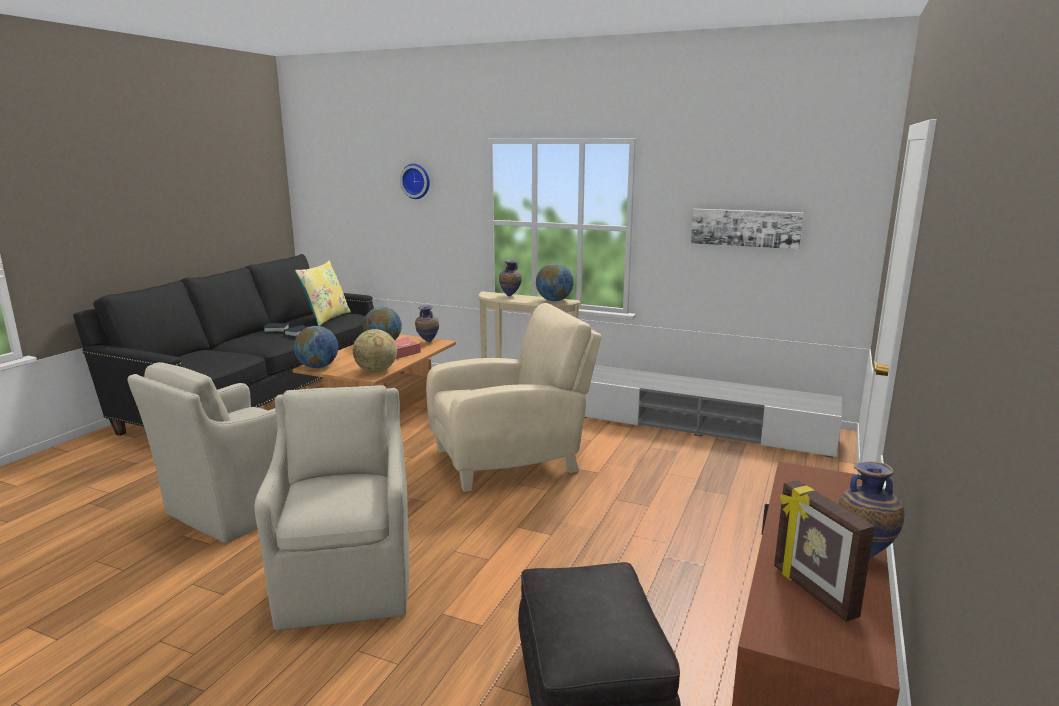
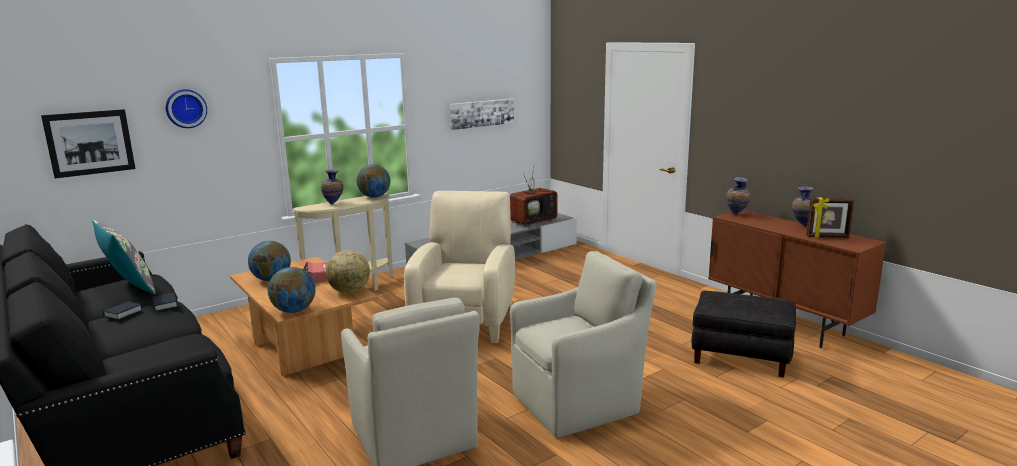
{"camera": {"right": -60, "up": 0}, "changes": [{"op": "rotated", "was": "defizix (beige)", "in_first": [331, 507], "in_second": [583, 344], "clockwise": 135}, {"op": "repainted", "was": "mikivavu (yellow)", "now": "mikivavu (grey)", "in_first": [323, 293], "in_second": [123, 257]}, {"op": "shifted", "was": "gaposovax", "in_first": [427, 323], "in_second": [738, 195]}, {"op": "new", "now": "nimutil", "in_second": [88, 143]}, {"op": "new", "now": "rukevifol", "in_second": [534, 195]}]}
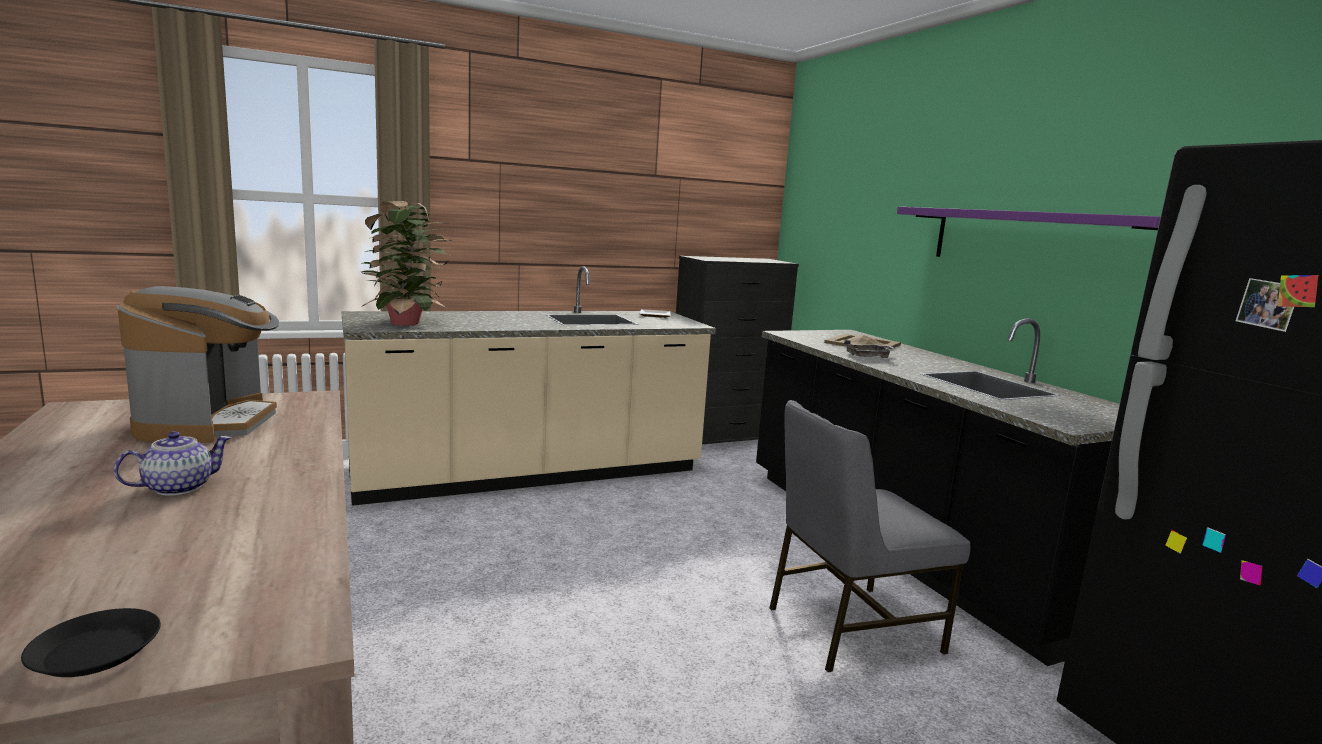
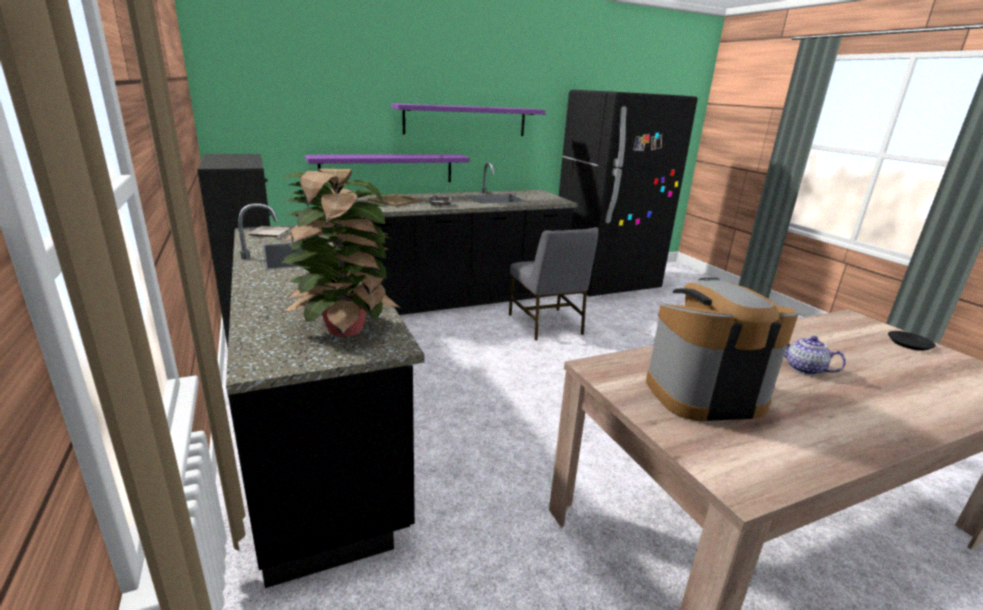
{"camera": {"right": -90, "up": 10}, "changes": [{"op": "repainted", "was": "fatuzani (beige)", "now": "fatuzani (black)", "in_first": [529, 386], "in_second": [325, 395]}, {"op": "new", "now": "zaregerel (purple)", "in_second": [387, 168]}]}
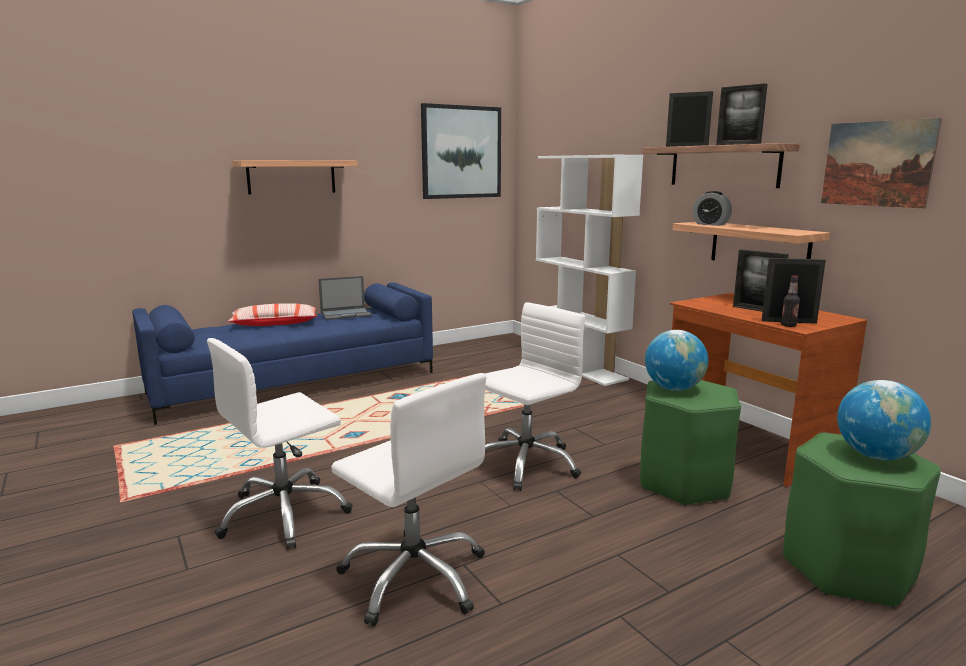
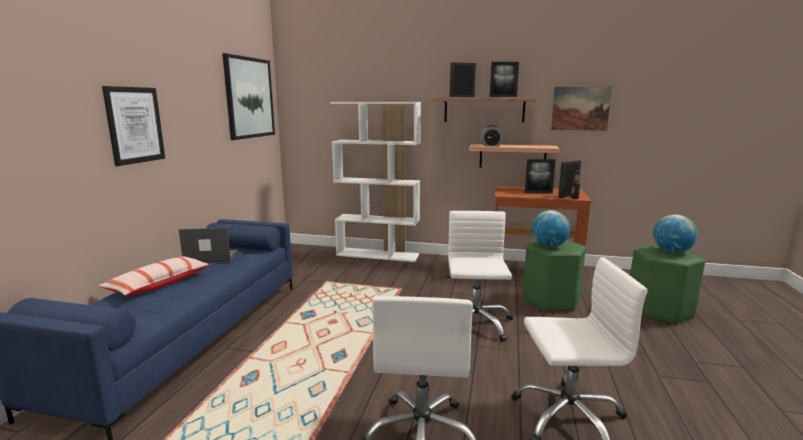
{"camera": {"right": -45, "up": 0}, "changes": [{"op": "swapped", "was": "zaregerel", "now": "nimutil", "in_first": [295, 177], "in_second": [133, 126]}, {"op": "rotated", "was": "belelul", "in_first": [345, 298], "in_second": [208, 245], "clockwise": -120}]}
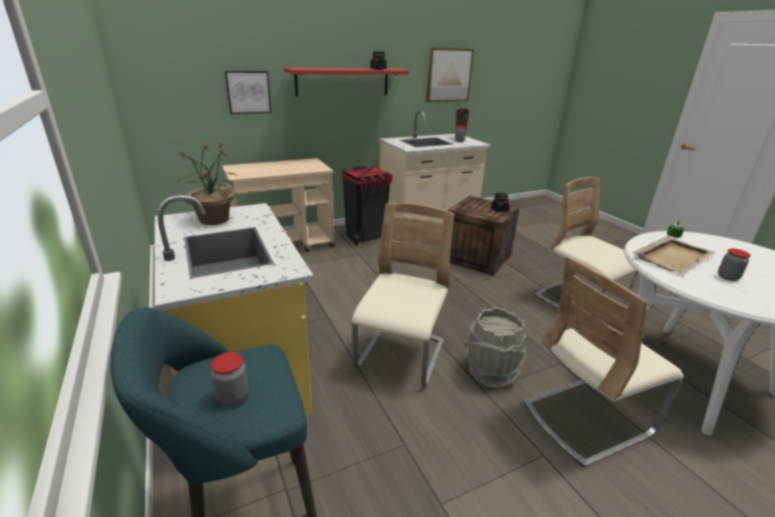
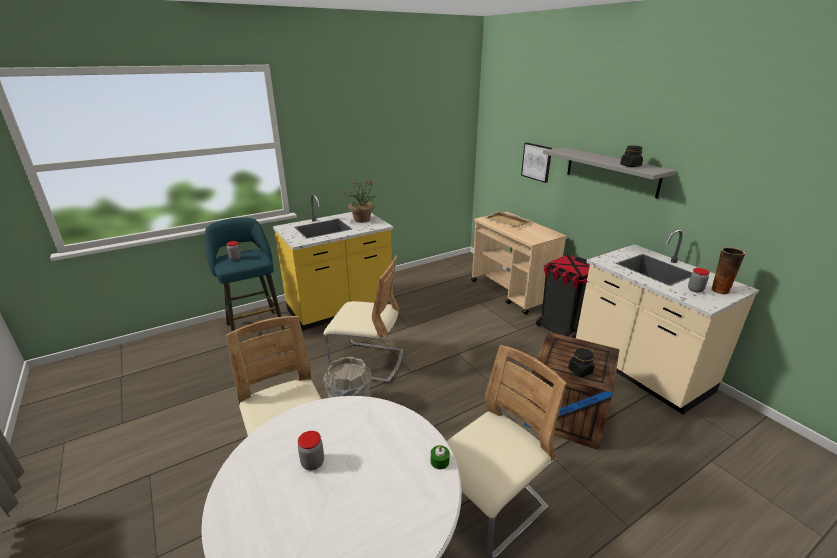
{"camera": {"right": 85, "up": 0}, "changes": [{"op": "repainted", "was": "zaregerel (red)", "now": "zaregerel (grey)", "in_first": [346, 82], "in_second": [609, 172]}, {"op": "gone", "was": "nimutil", "in_first": [450, 75]}, {"op": "shifted", "was": "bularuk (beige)", "in_first": [674, 255], "in_second": [507, 219]}]}
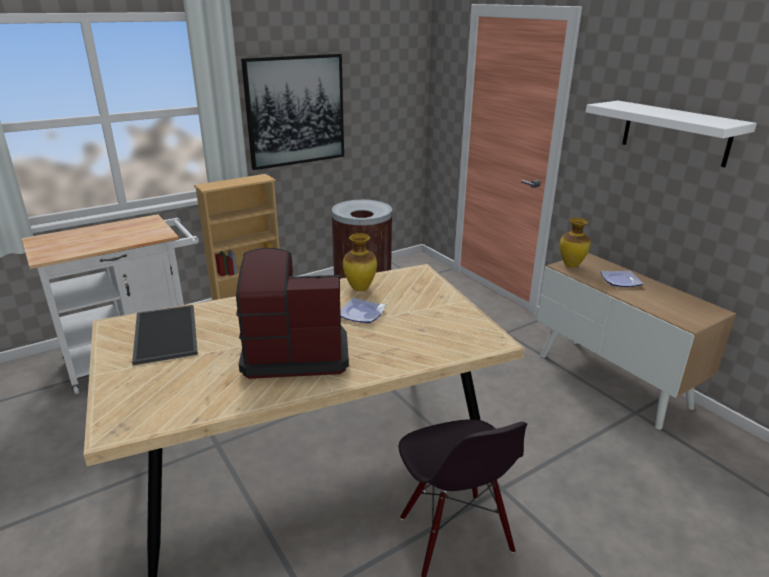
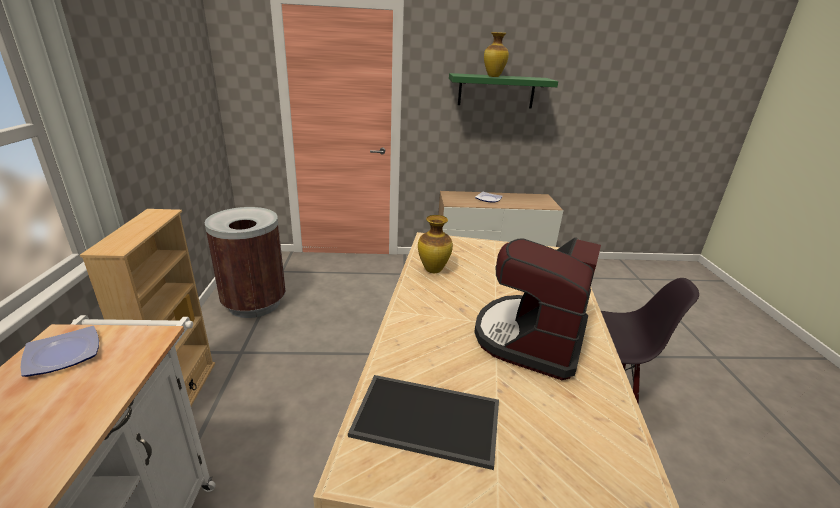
{"camera": {"right": -60, "up": 0}, "changes": [{"op": "gone", "was": "nimutil", "in_first": [292, 112]}, {"op": "shifted", "was": "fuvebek", "in_first": [363, 310], "in_second": [60, 351]}, {"op": "shifted", "was": "gaposovax", "in_first": [575, 242], "in_second": [496, 54]}, {"op": "repainted", "was": "zaregerel (white)", "now": "zaregerel (green)", "in_first": [671, 134], "in_second": [503, 91]}]}
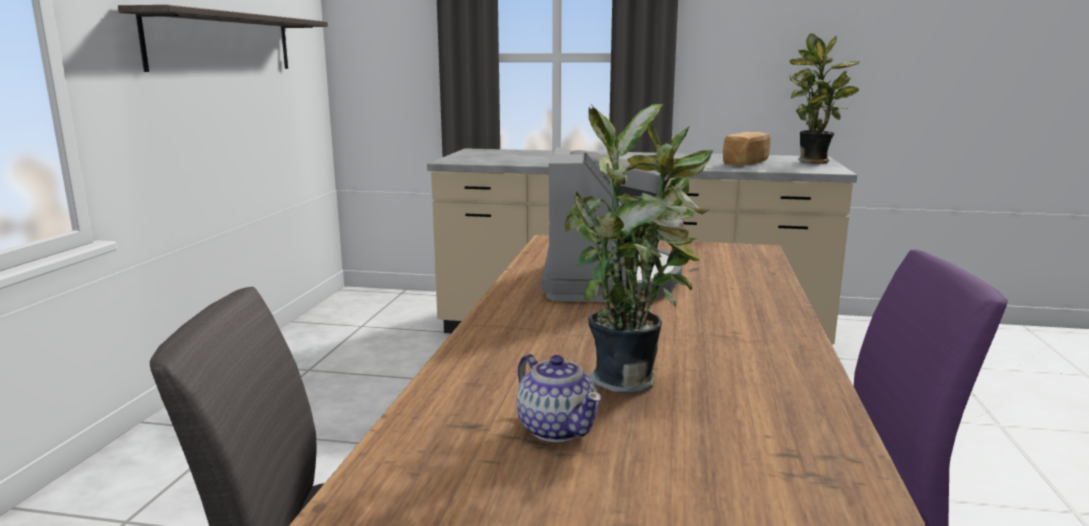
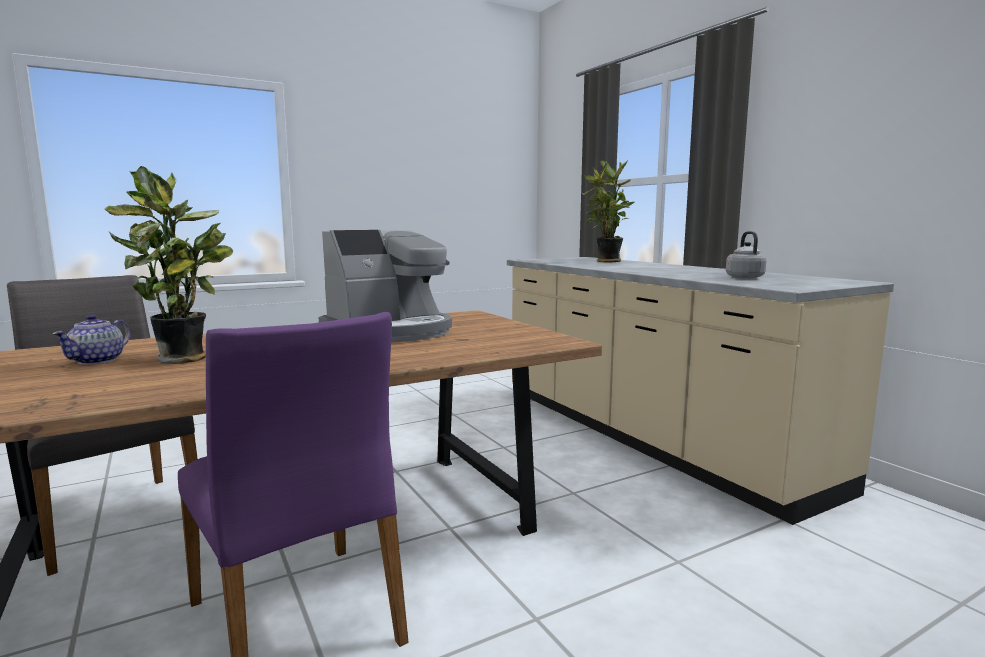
{"camera": {"right": 50, "up": -5}, "changes": [{"op": "gone", "was": "zaregerel", "in_first": [223, 38]}, {"op": "swapped", "was": "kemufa", "now": "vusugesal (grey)", "in_first": [747, 148], "in_second": [746, 255]}, {"op": "shifted", "was": "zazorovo", "in_first": [824, 99], "in_second": [608, 211]}]}
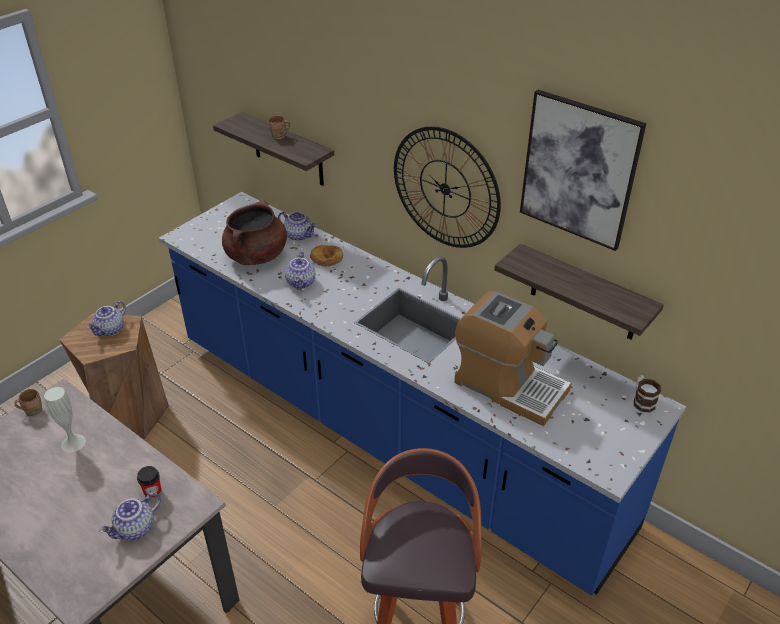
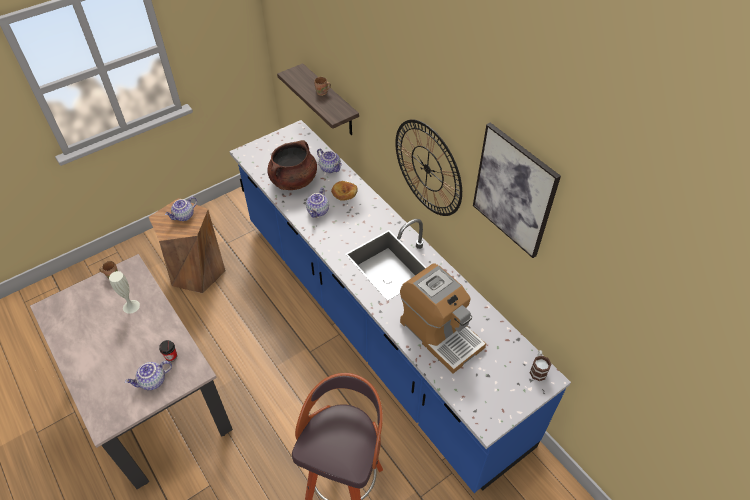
{"camera": {"right": 15, "up": 10}, "changes": [{"op": "gone", "was": "zaregerel", "in_first": [579, 292]}]}
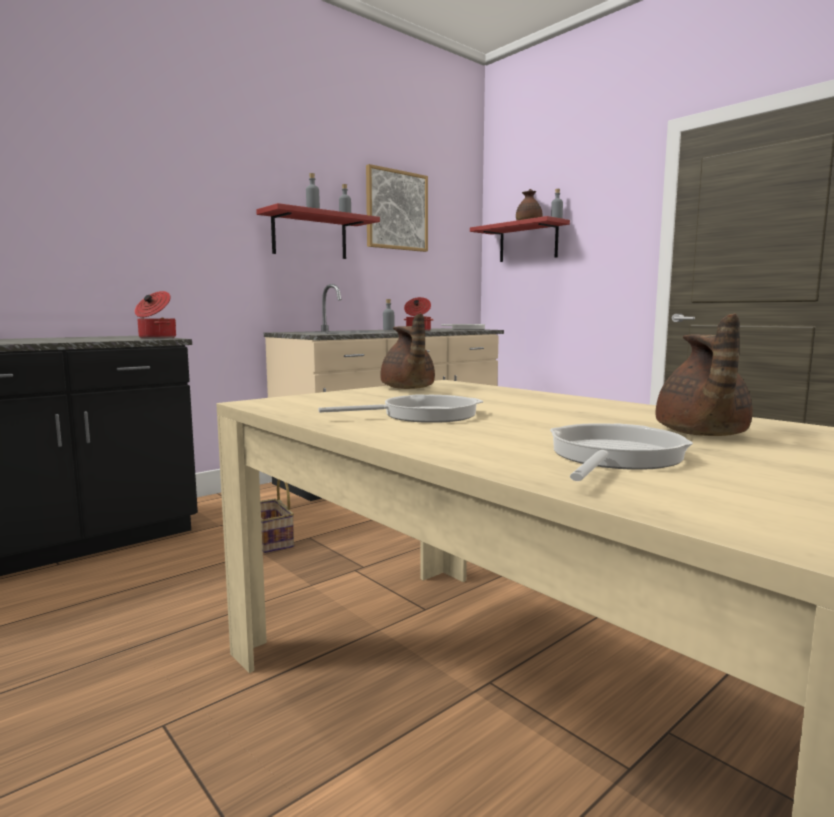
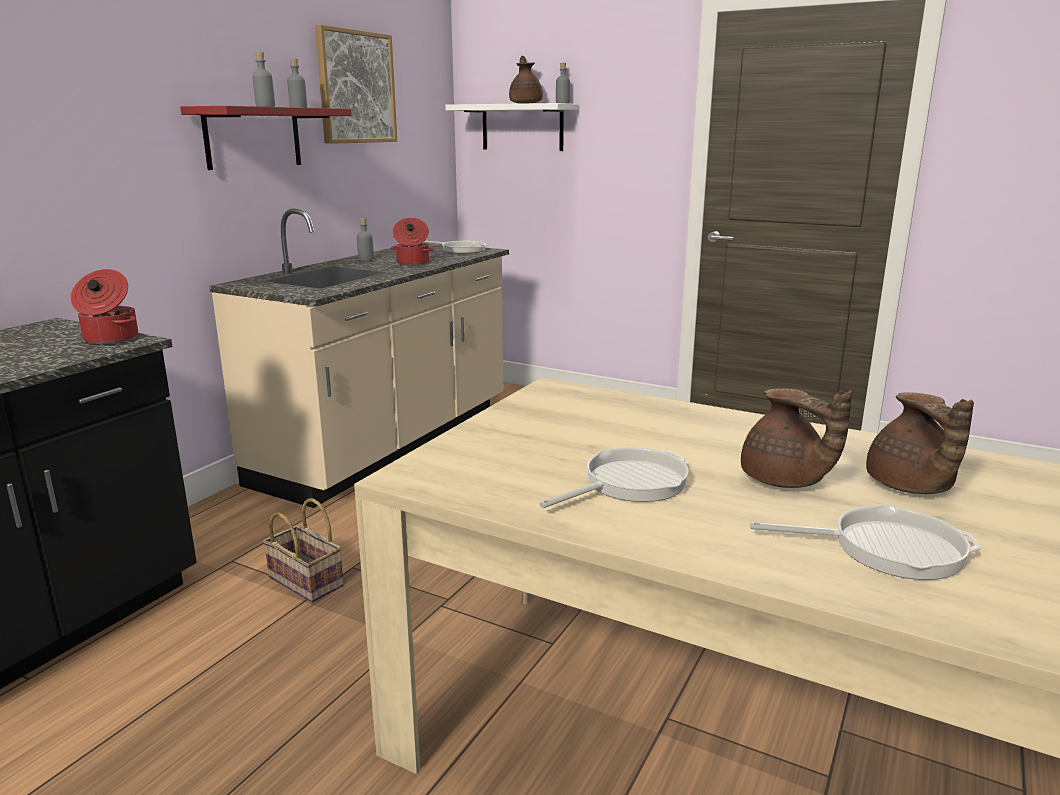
{"camera": {"right": -20, "up": 10}, "changes": [{"op": "shifted", "was": "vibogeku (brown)", "in_first": [407, 351], "in_second": [796, 438]}, {"op": "repainted", "was": "zaregerel (red)", "now": "zaregerel (white)", "in_first": [520, 239], "in_second": [512, 127]}, {"op": "rotated", "was": "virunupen", "in_first": [621, 452], "in_second": [865, 542], "clockwise": 90}]}
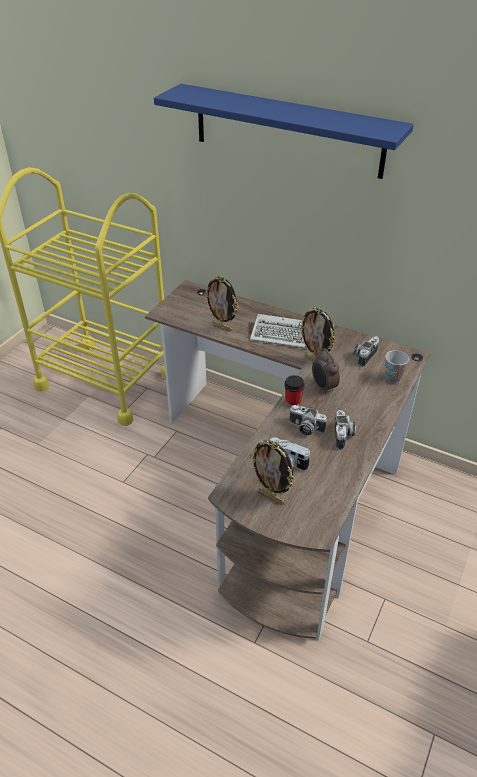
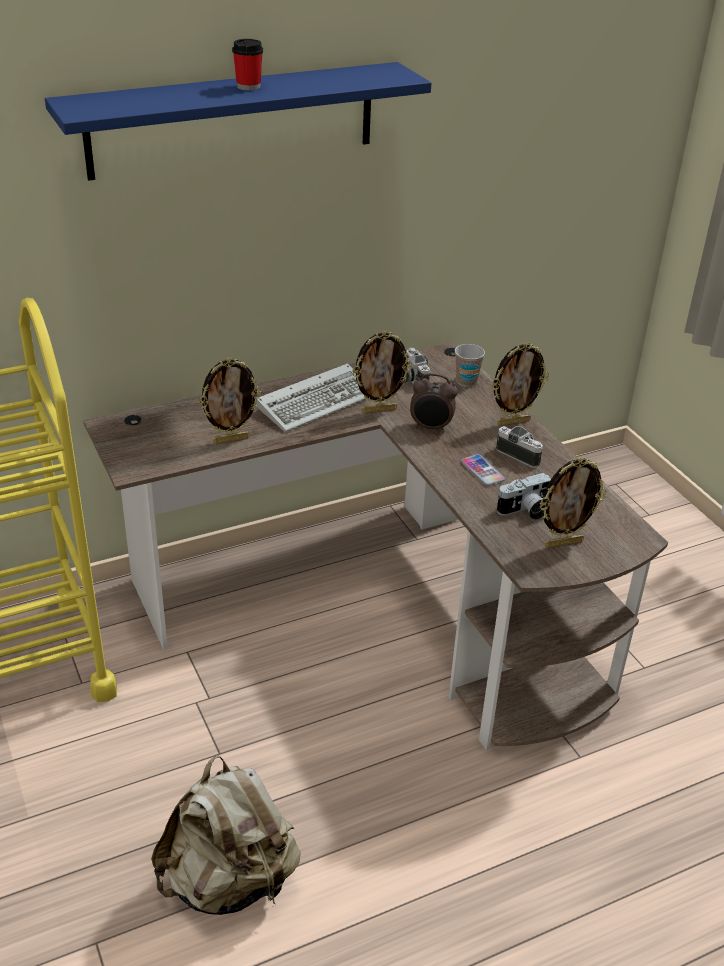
{"camera": {"right": -55, "up": -5}, "changes": [{"op": "shifted", "was": "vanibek", "in_first": [294, 391], "in_second": [247, 65]}, {"op": "swapped", "was": "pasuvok", "now": "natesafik", "in_first": [308, 420], "in_second": [483, 470]}, {"op": "new", "now": "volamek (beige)", "in_second": [226, 835]}, {"op": "new", "now": "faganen", "in_second": [520, 384]}]}
